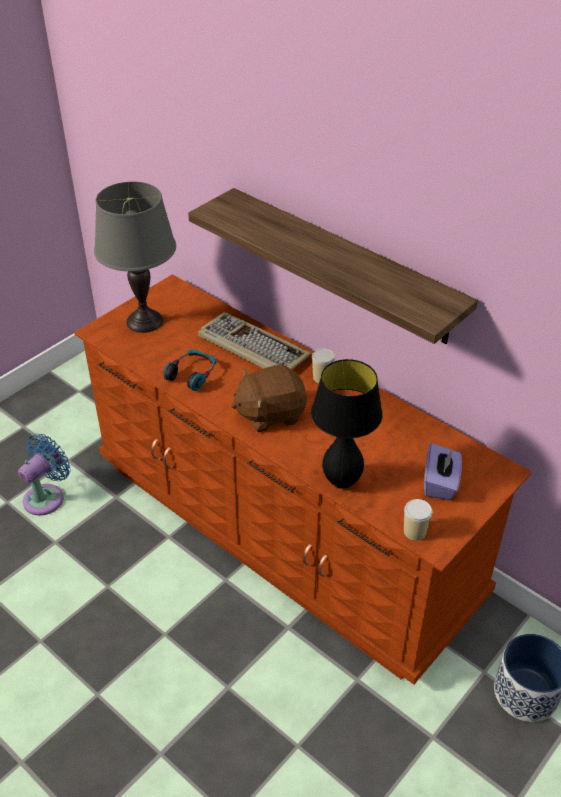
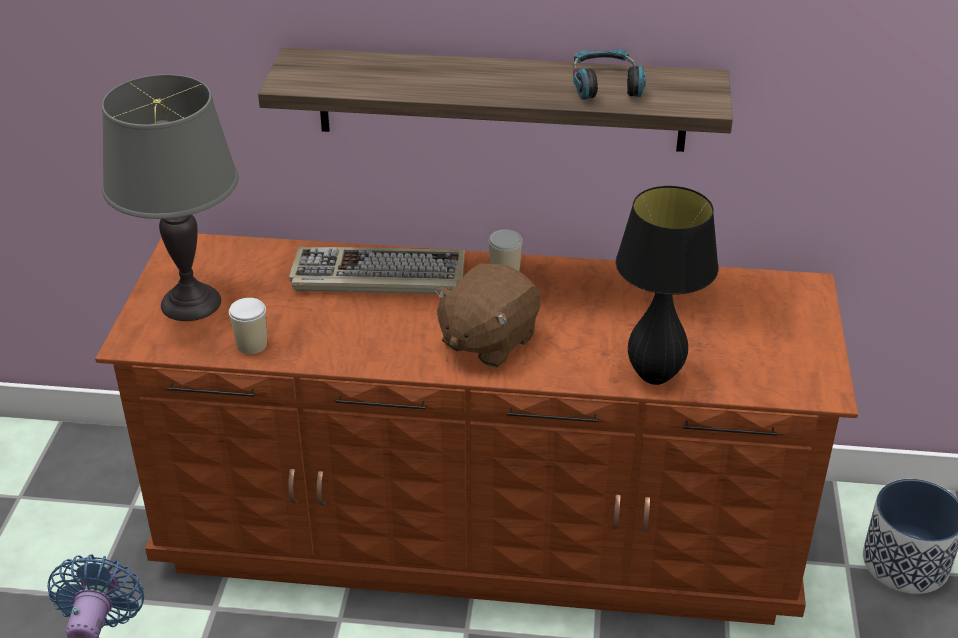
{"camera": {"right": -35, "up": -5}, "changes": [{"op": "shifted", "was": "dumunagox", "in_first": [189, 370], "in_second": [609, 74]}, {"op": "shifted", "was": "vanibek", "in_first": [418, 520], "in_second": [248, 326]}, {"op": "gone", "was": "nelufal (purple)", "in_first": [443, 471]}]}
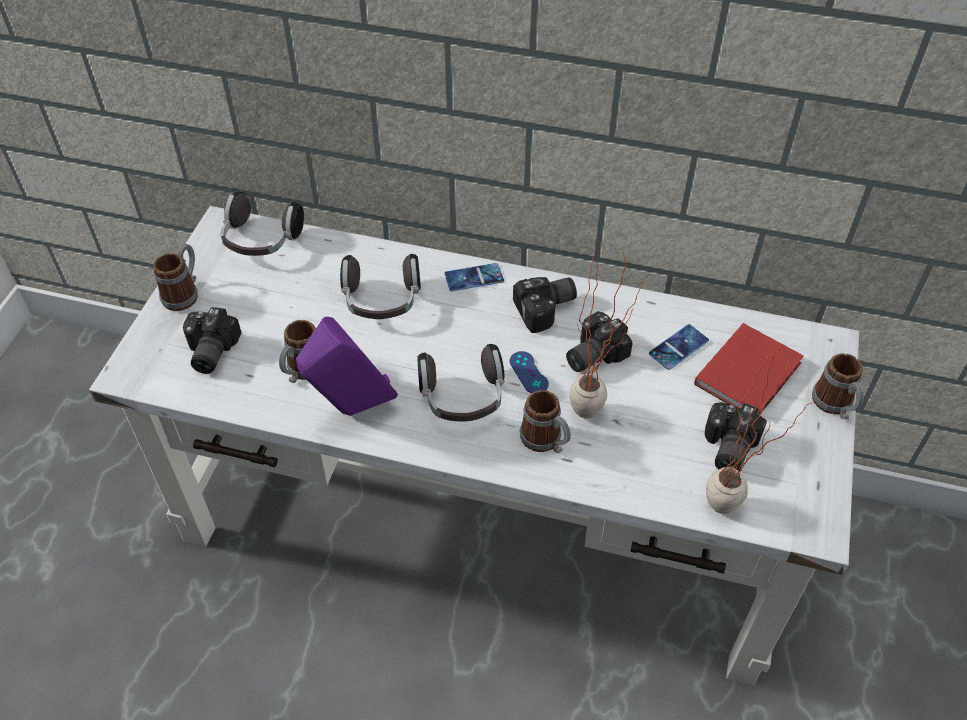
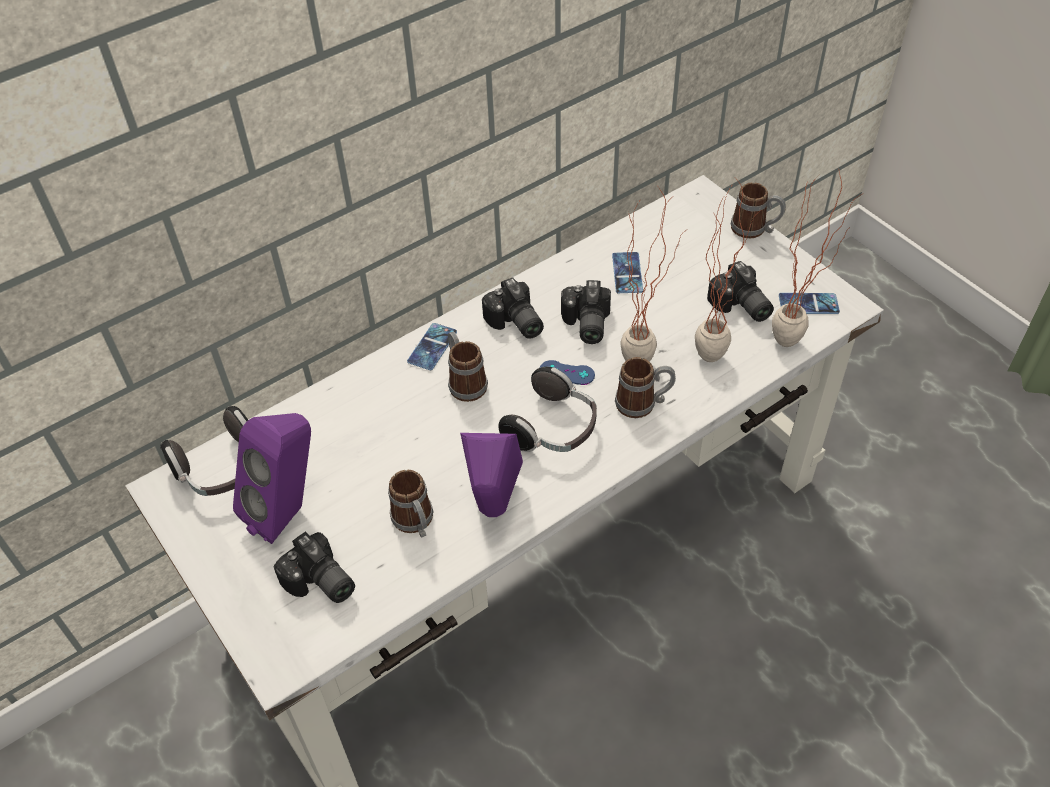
{"camera": {"right": -50, "up": 0}, "changes": [{"op": "shifted", "was": "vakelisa", "in_first": [175, 277], "in_second": [468, 366]}, {"op": "gone", "was": "dumunagox", "in_first": [380, 286]}, {"op": "rotated", "was": "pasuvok", "in_first": [545, 305], "in_second": [513, 308], "clockwise": 135}, {"op": "gone", "was": "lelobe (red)", "in_first": [749, 369]}, {"op": "new", "now": "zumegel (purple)", "in_second": [272, 478]}, {"op": "new", "now": "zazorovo", "in_second": [727, 271]}, {"op": "new", "now": "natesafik", "in_second": [809, 303]}]}
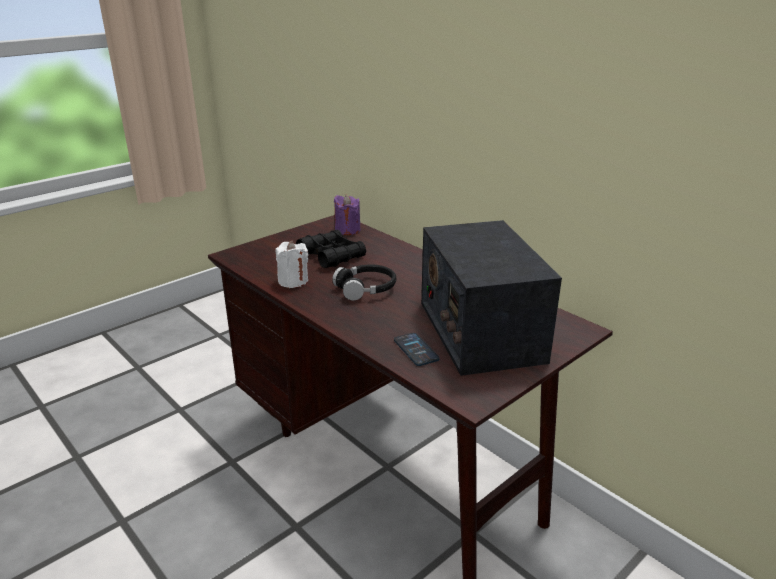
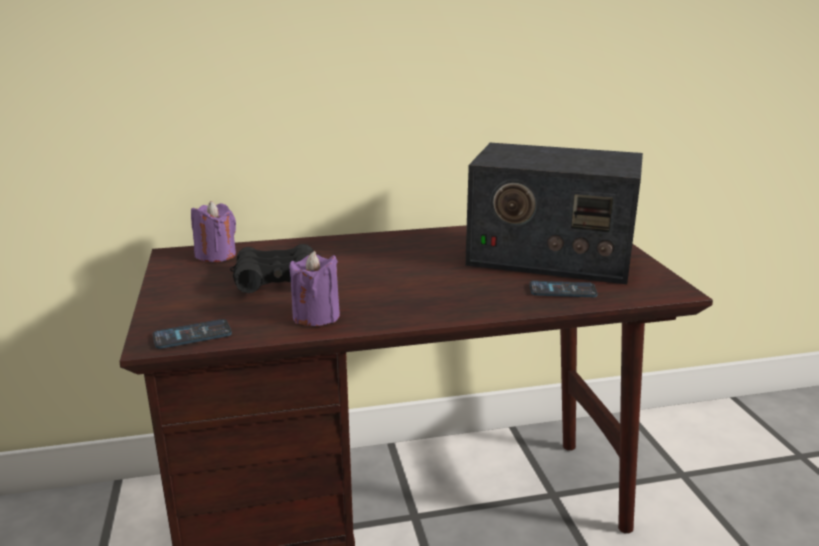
{"camera": {"right": -60, "up": -5}, "changes": [{"op": "repainted", "was": "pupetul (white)", "now": "pupetul (purple)", "in_first": [292, 264], "in_second": [315, 288]}, {"op": "gone", "was": "dumunagox (black)", "in_first": [364, 282]}, {"op": "new", "now": "natesafik", "in_second": [192, 334]}]}
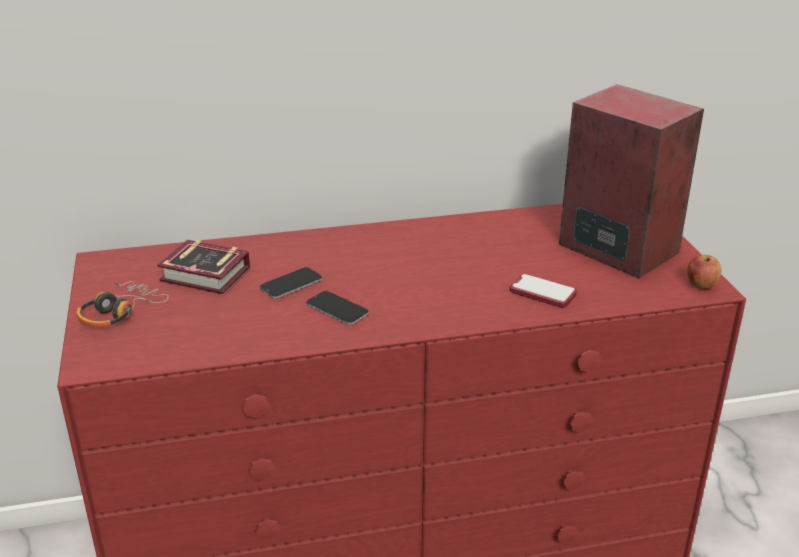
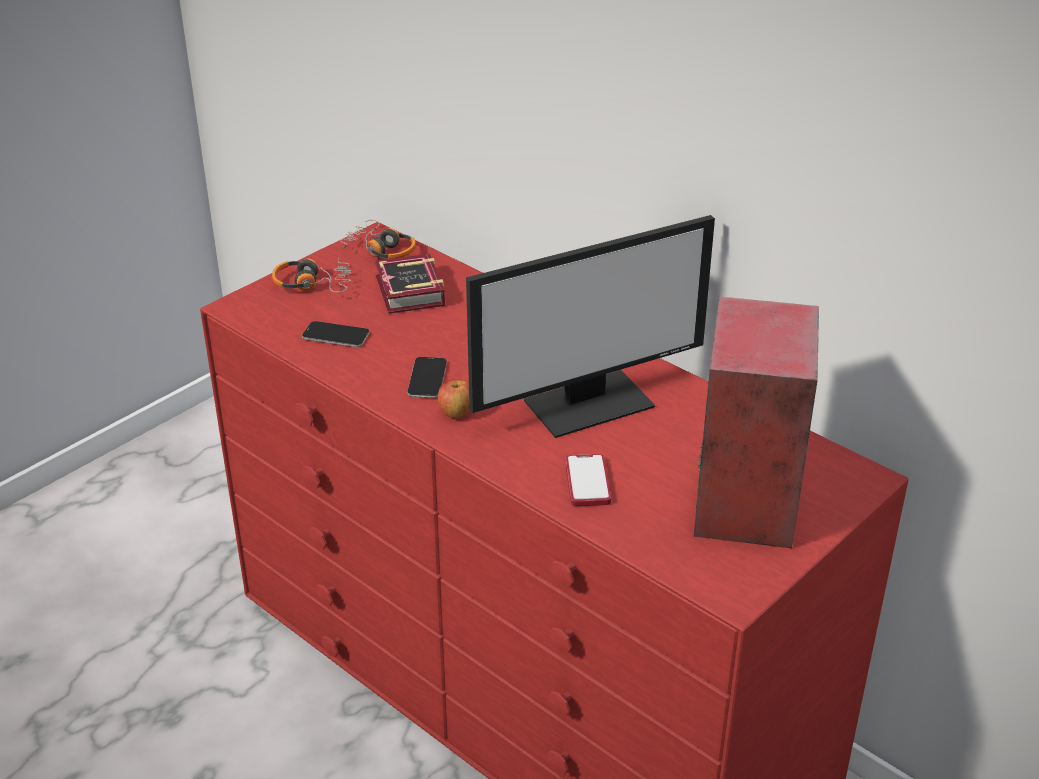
{"camera": {"right": 55, "up": 5}, "changes": [{"op": "shifted", "was": "natesafik", "in_first": [291, 283], "in_second": [335, 334]}, {"op": "shifted", "was": "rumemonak", "in_first": [704, 272], "in_second": [454, 398]}, {"op": "new", "now": "dumunagox", "in_second": [378, 239]}, {"op": "new", "now": "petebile", "in_second": [590, 326]}]}
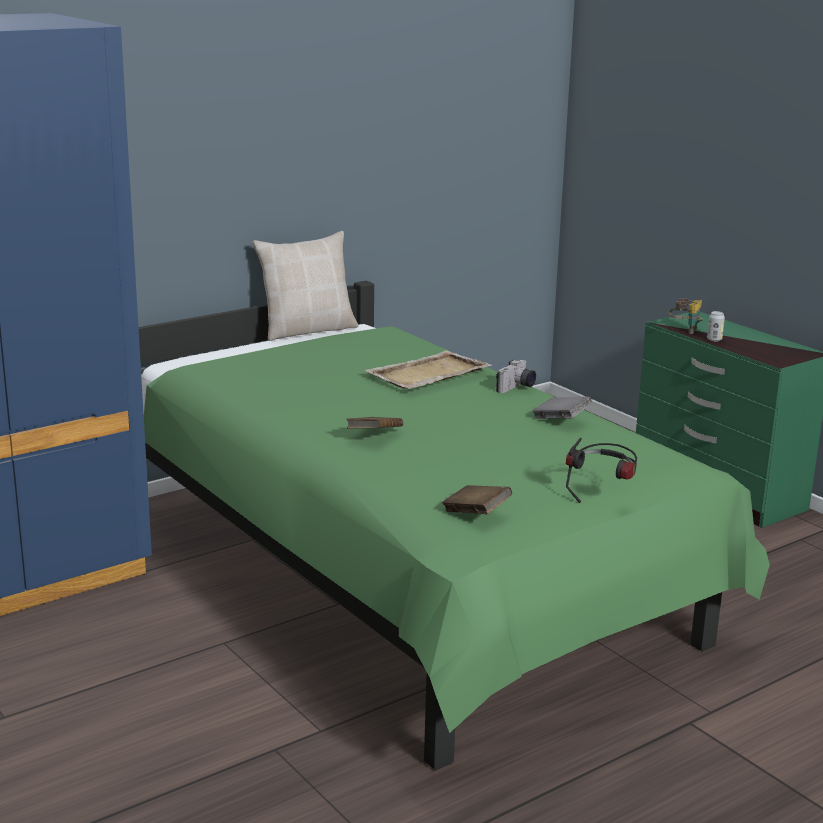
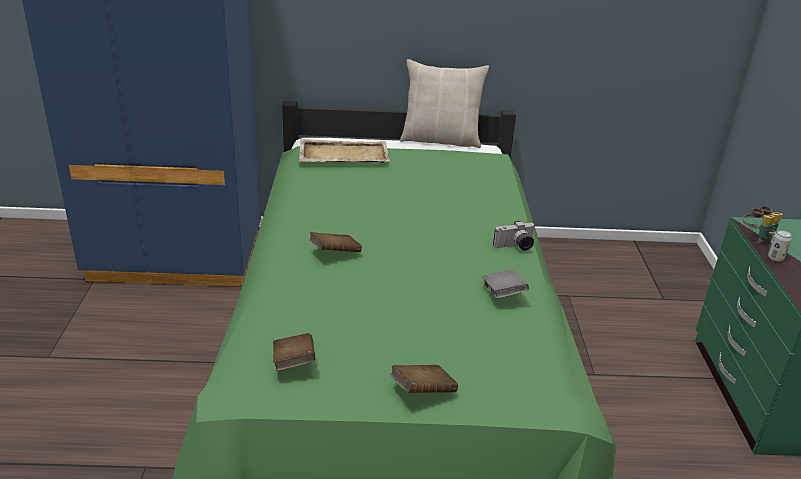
{"camera": {"right": 35, "up": 10}, "changes": [{"op": "shifted", "was": "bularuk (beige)", "in_first": [428, 370], "in_second": [344, 151]}, {"op": "swapped", "was": "dumunagox", "now": "lelobe (brown)", "in_first": [601, 470], "in_second": [424, 379]}]}
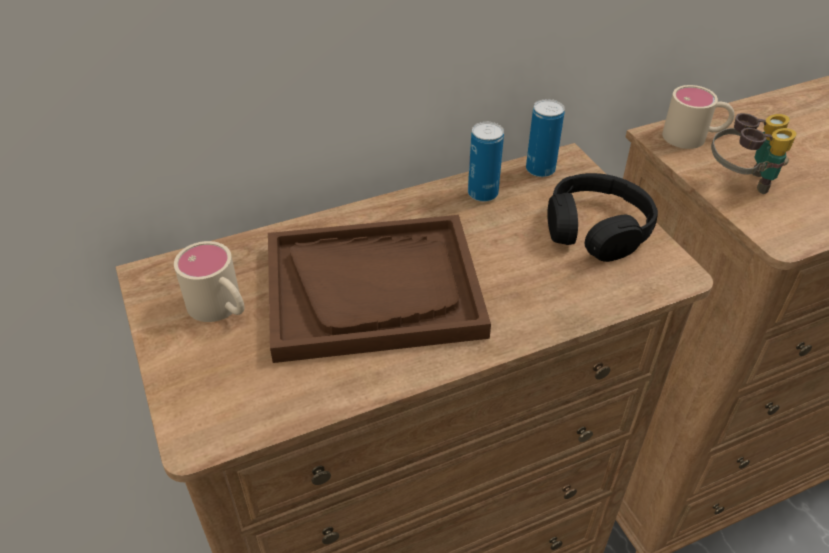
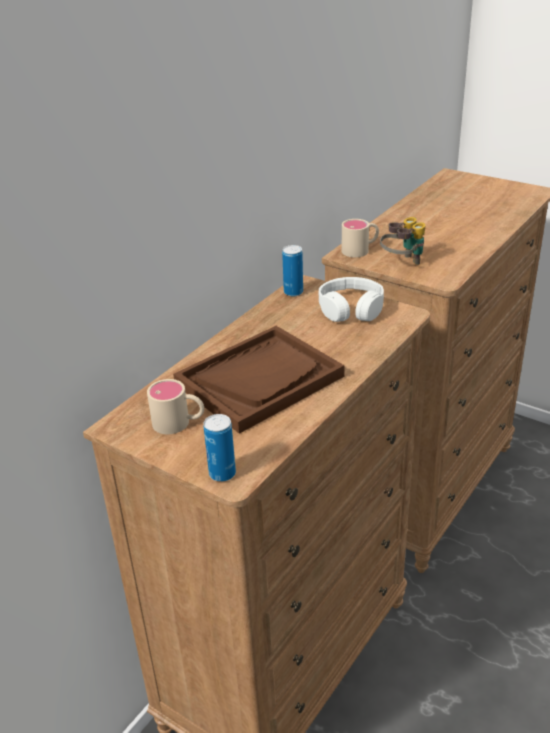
{"camera": {"right": -30, "up": -10}, "changes": [{"op": "shifted", "was": "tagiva", "in_first": [486, 162], "in_second": [220, 448]}, {"op": "repainted", "was": "dumunagox (black)", "now": "dumunagox (white)", "in_first": [602, 217], "in_second": [351, 299]}]}
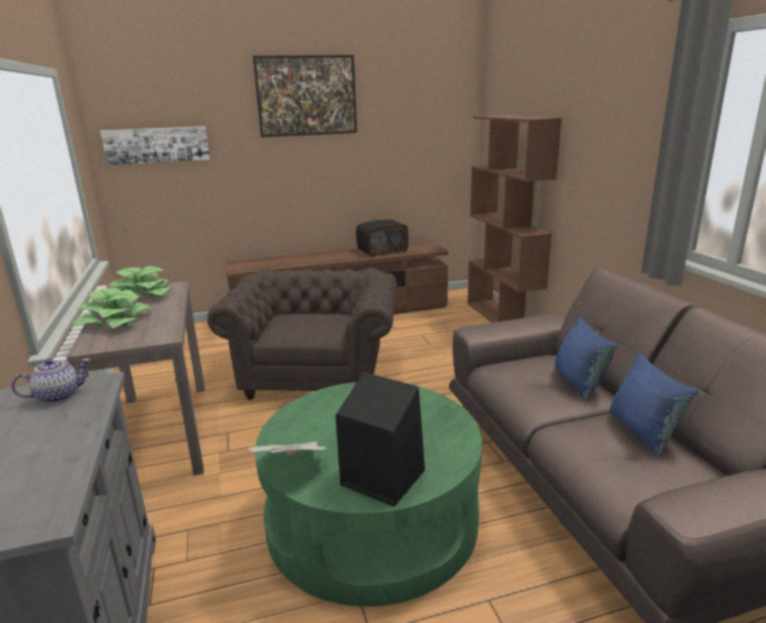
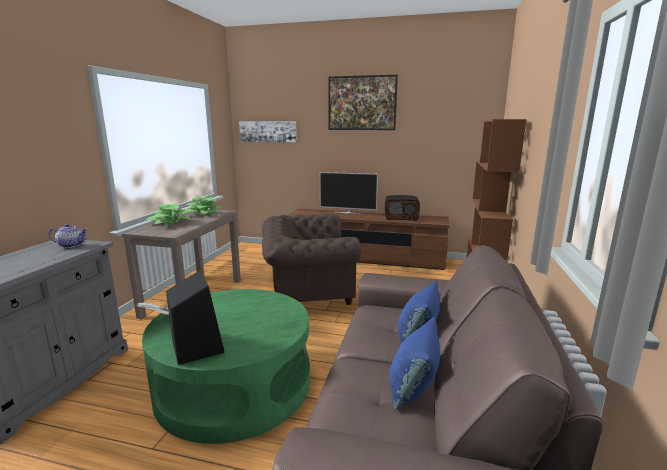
{"camera": {"right": 30, "up": -5}, "changes": [{"op": "rotated", "was": "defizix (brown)", "in_first": [302, 334], "in_second": [311, 259], "clockwise": -135}, {"op": "new", "now": "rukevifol", "in_second": [349, 193]}]}
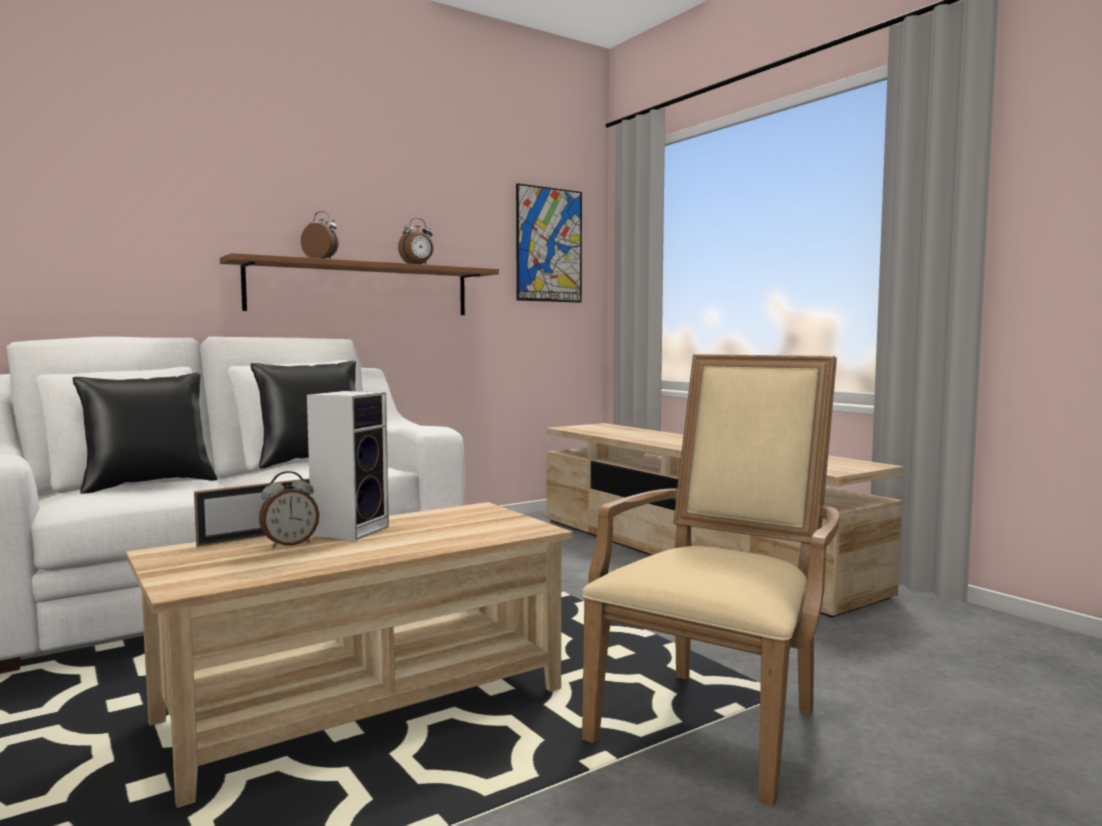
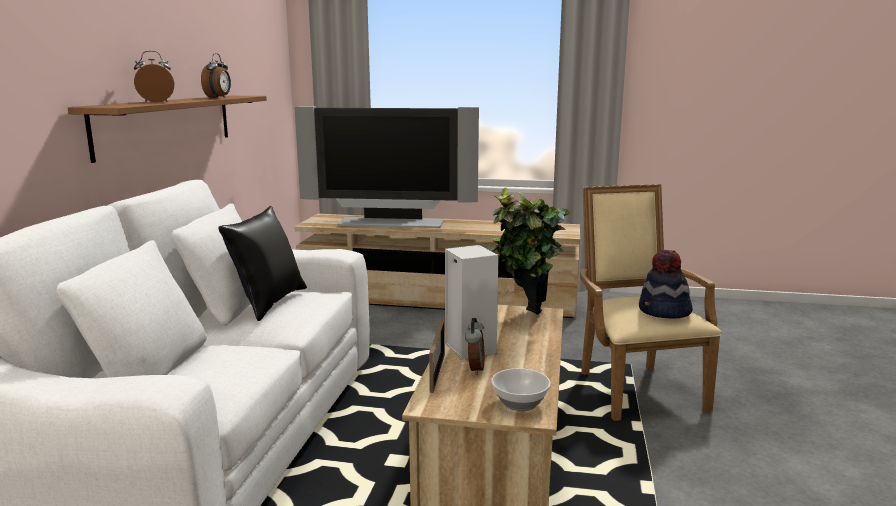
{"camera": {"right": -45, "up": 10}, "changes": [{"op": "gone", "was": "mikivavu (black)", "in_first": [145, 433]}, {"op": "gone", "was": "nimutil", "in_first": [549, 243]}, {"op": "new", "now": "rukevifol", "in_second": [386, 167]}, {"op": "new", "now": "zazorovo", "in_second": [530, 251]}, {"op": "new", "now": "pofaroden", "in_second": [521, 389]}, {"op": "new", "now": "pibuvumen", "in_second": [666, 284]}]}
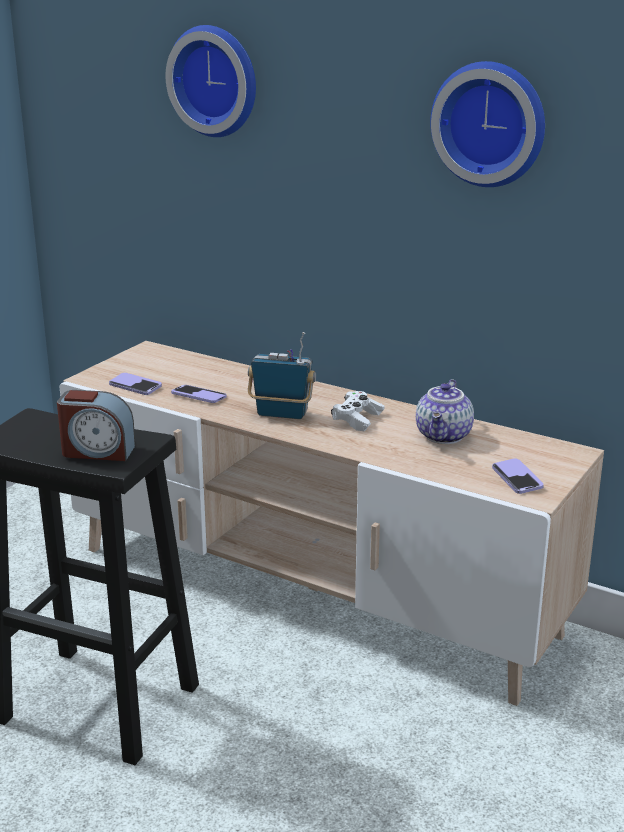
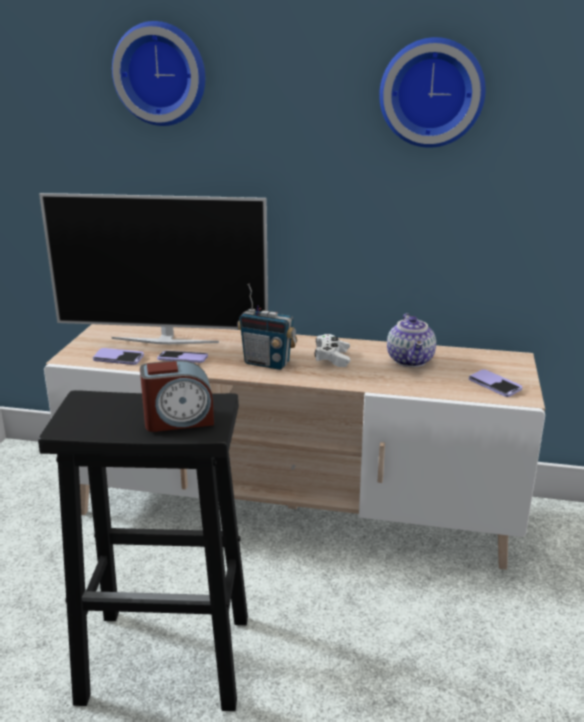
{"camera": {"right": -20, "up": 0}, "changes": [{"op": "rotated", "was": "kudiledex", "in_first": [282, 375], "in_second": [267, 326], "clockwise": -150}, {"op": "new", "now": "rukevifol", "in_second": [153, 268]}]}
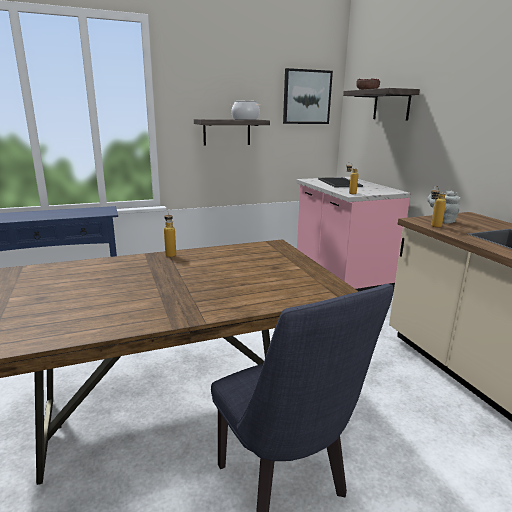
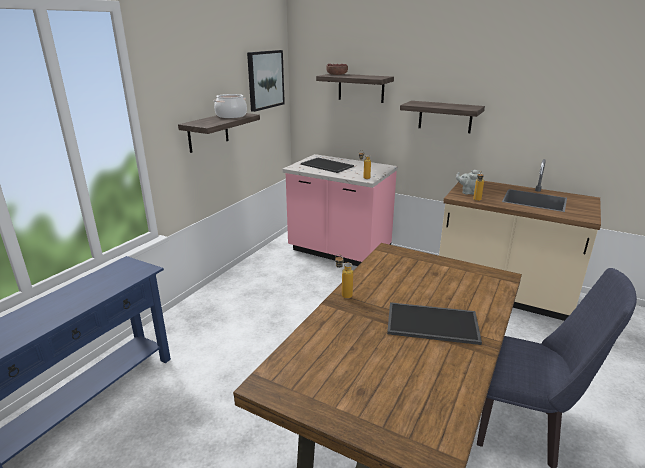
{"camera": {"right": -40, "up": 5}, "changes": [{"op": "new", "now": "bularuk", "in_second": [434, 323]}, {"op": "new", "now": "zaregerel", "in_second": [442, 117]}]}
